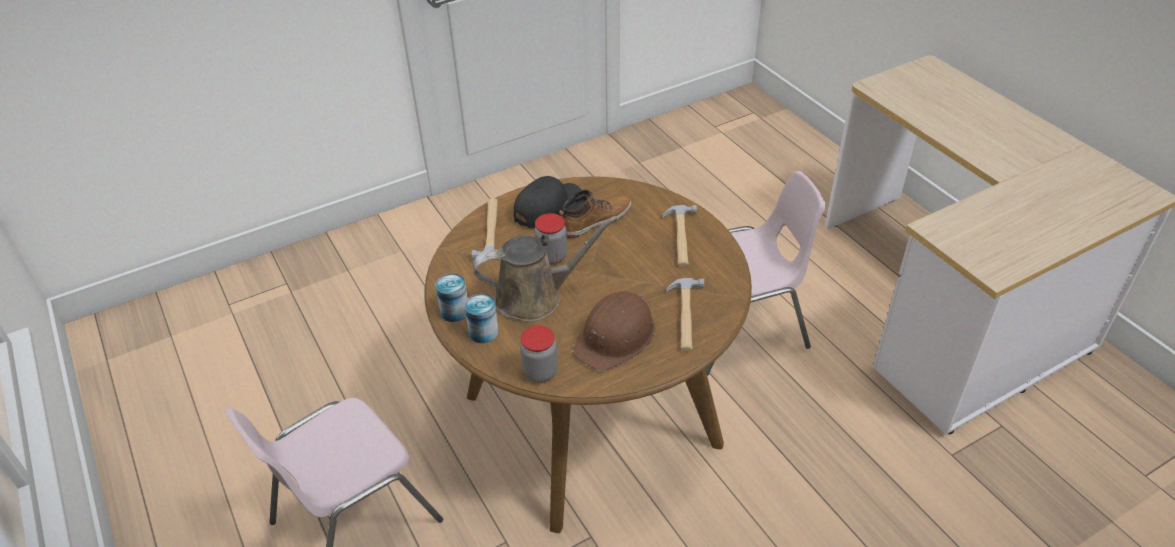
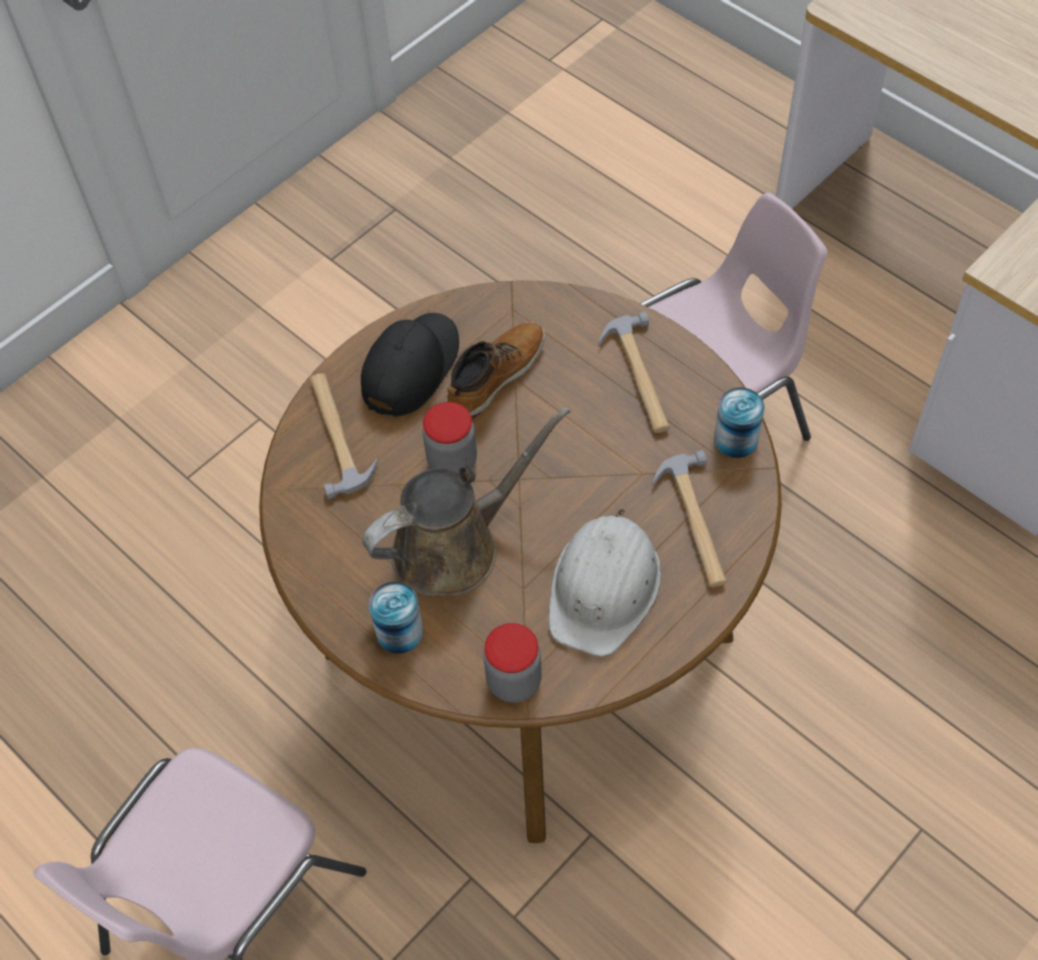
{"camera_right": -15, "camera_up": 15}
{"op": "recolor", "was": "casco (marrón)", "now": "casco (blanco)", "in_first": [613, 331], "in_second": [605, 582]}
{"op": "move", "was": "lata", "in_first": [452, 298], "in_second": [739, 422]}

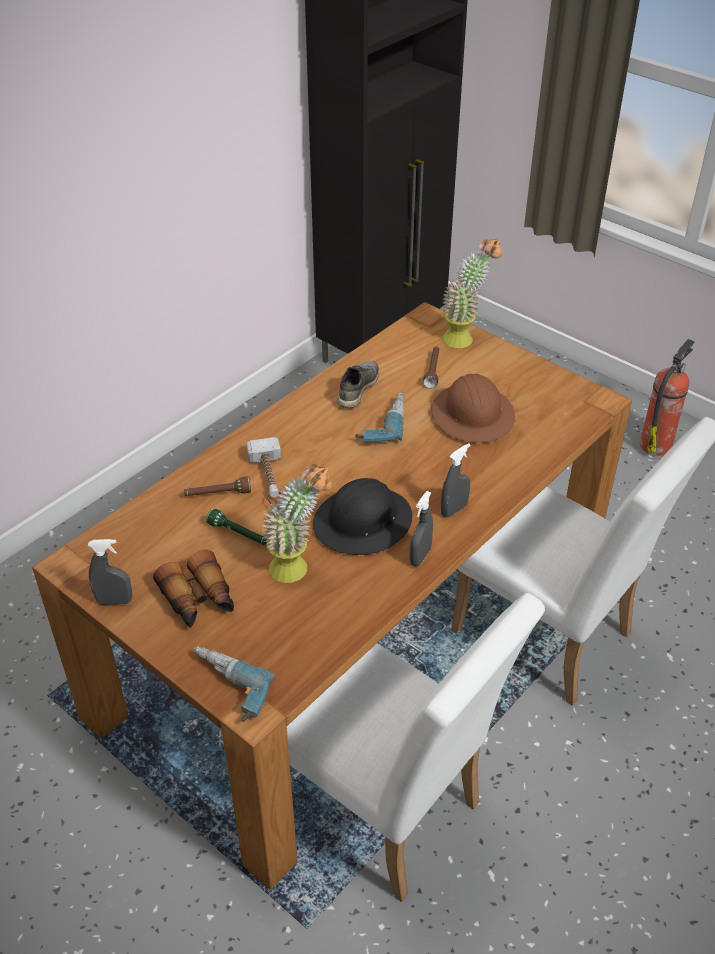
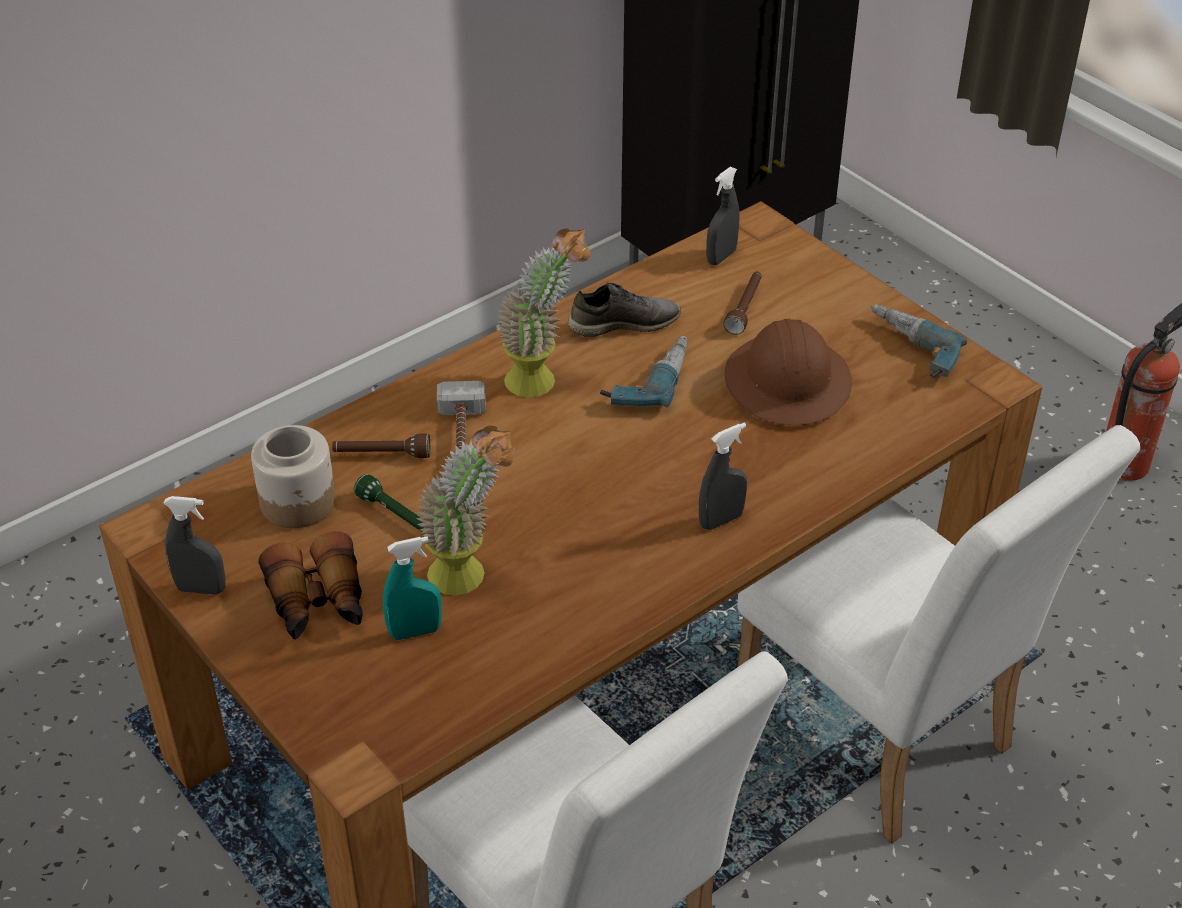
{"camera_right": 10, "camera_up": 0}
{"op": "insert", "now": "tarro", "in_second": [293, 476]}
{"op": "insert", "now": "pulverizador (turquesa)", "in_second": [412, 588]}
{"op": "move", "was": "planta en maceta", "in_first": [472, 293], "in_second": [543, 313]}
{"op": "rotate", "was": "zapato (gris)", "in_first": [358, 384], "in_second": [624, 309], "clockwise": 45}
{"op": "move", "was": "pulverizador (gris)", "in_first": [421, 528], "in_second": [723, 216]}
{"op": "move", "was": "taladro", "in_first": [234, 684], "in_second": [918, 341]}
{"op": "delete", "was": "casco (negro)", "in_first": [362, 516]}

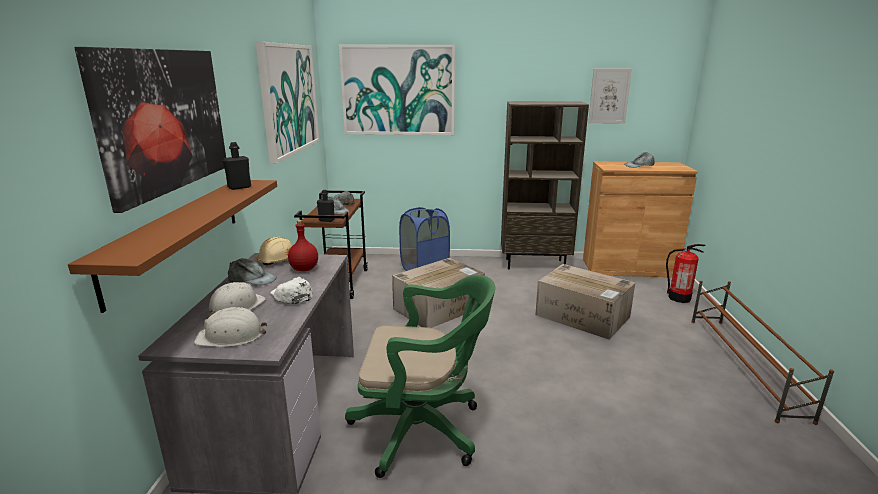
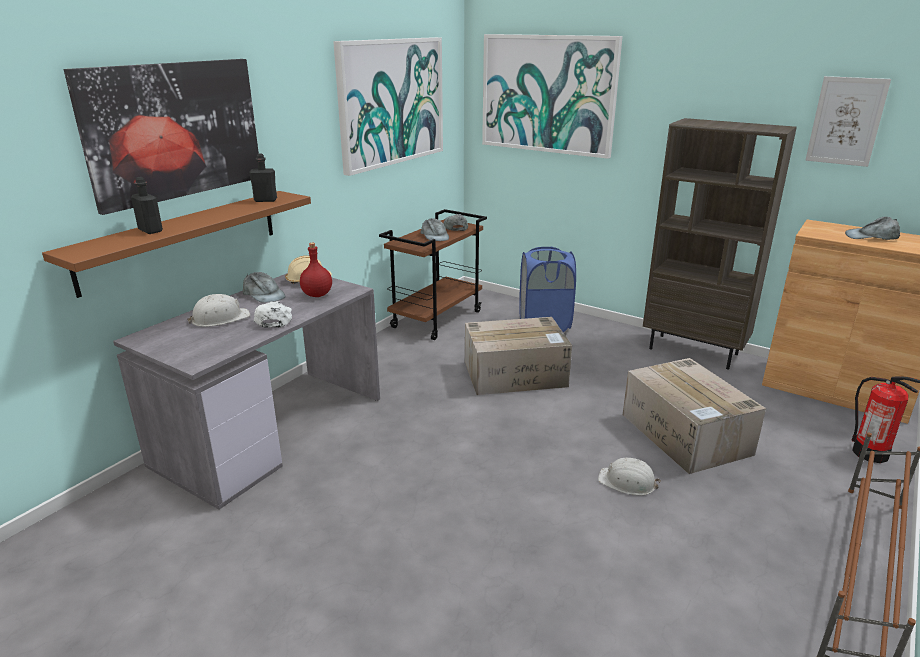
{"camera_right": 30, "camera_up": 5}
{"op": "move", "was": "botella (negro)", "in_first": [326, 206], "in_second": [147, 205]}
{"op": "move", "was": "casco (blanco)", "in_first": [230, 327], "in_second": [629, 477]}
{"op": "delete", "was": "silla de oficina (verde)", "in_first": [420, 376]}

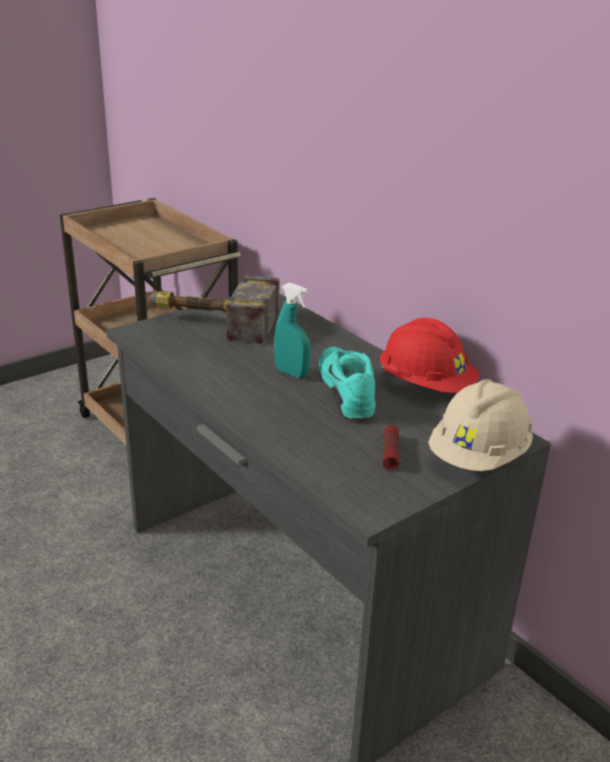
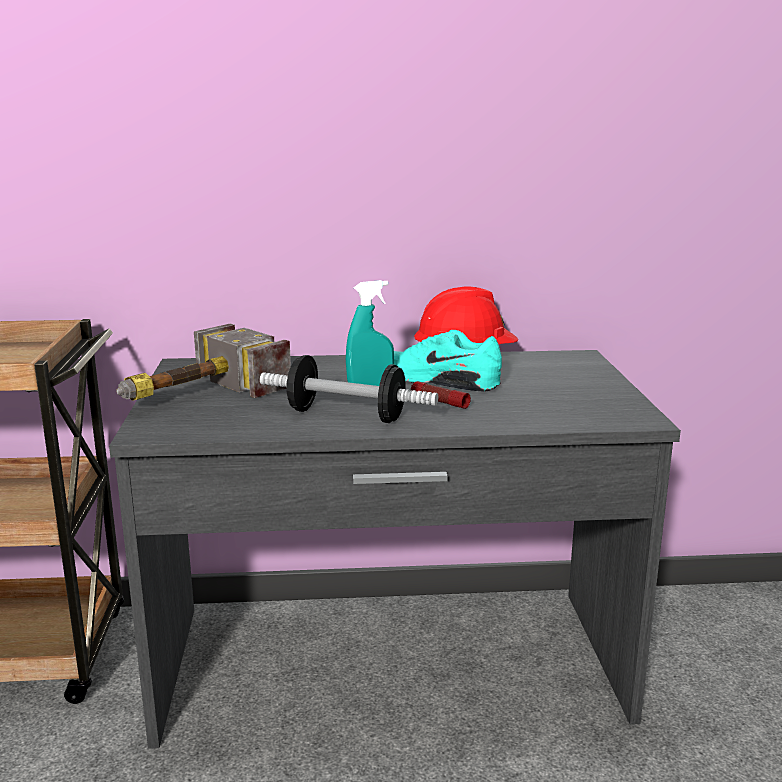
{"camera_right": -55, "camera_up": -10}
{"op": "insert", "now": "mancuerna", "in_second": [349, 389]}
{"op": "move", "was": "linterna", "in_first": [391, 447], "in_second": [441, 395]}
{"op": "delete", "was": "casco (beis)", "in_first": [480, 425]}

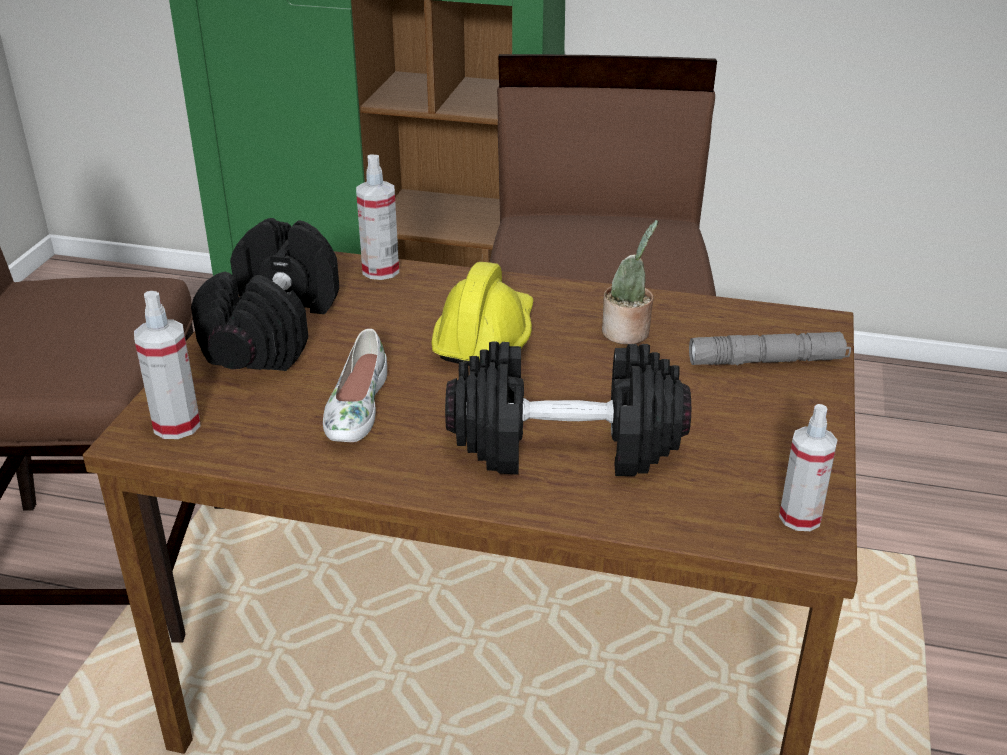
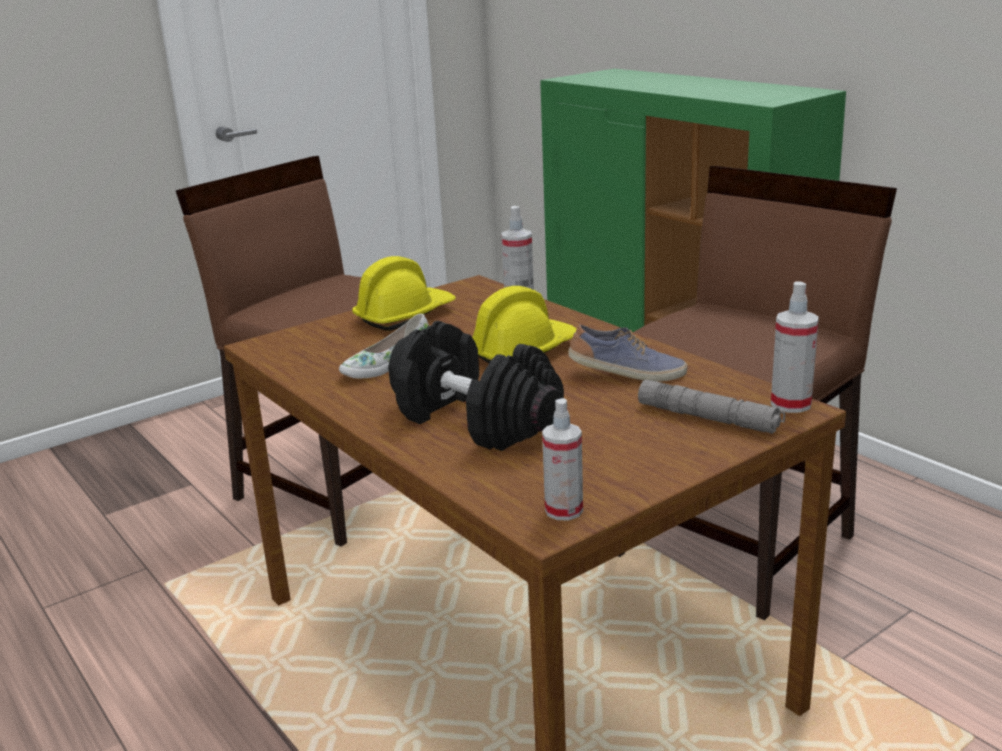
{"camera_right": 40, "camera_up": -10}
{"op": "replace", "was": "mancuerna (negro)", "now": "casco (amarillo)", "in_first": [265, 294], "in_second": [404, 293]}
{"op": "replace", "was": "planta en maceta", "now": "zapato", "in_first": [630, 282], "in_second": [627, 353]}
{"op": "move", "was": "pulverizador", "in_first": [167, 365], "in_second": [795, 347]}

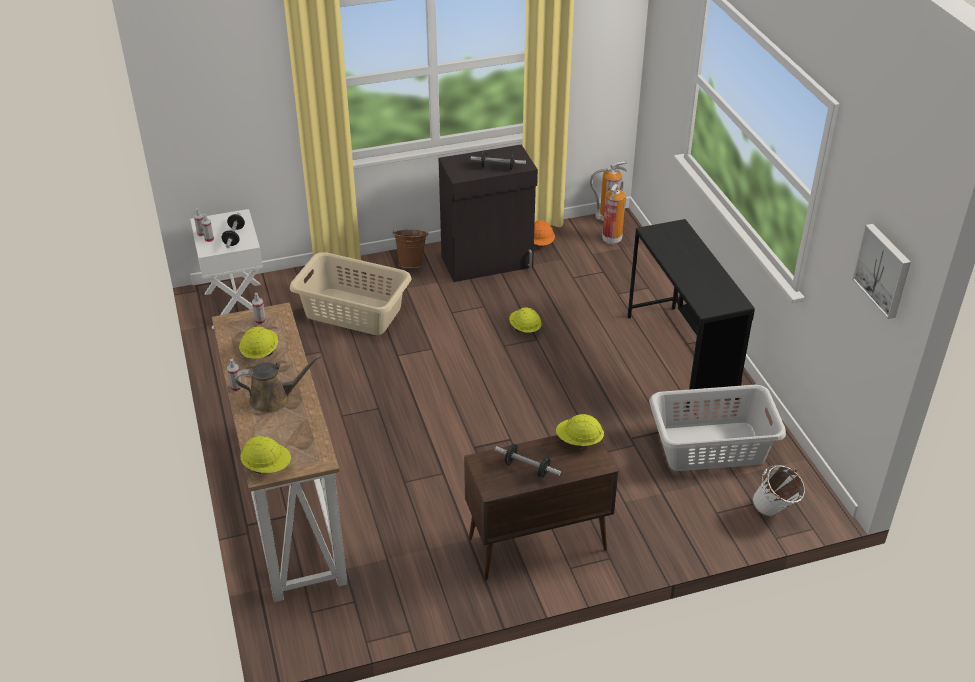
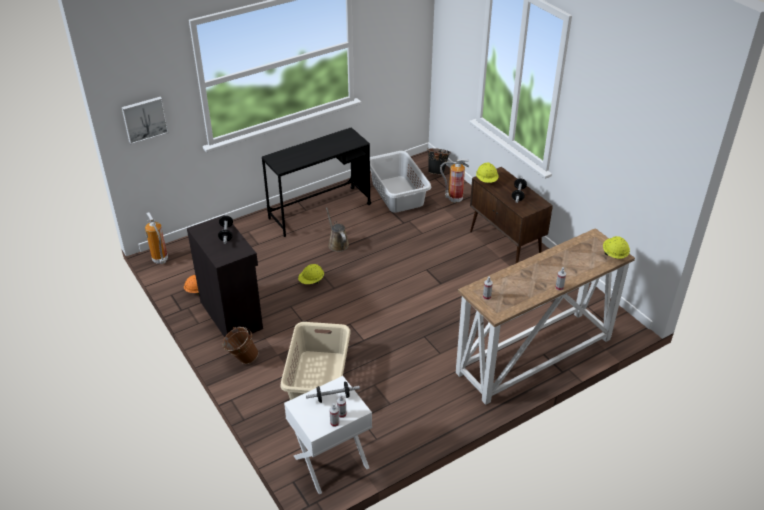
{"camera_right": -105, "camera_up": 0}
{"op": "move", "was": "cuadro", "in_first": [881, 271], "in_second": [145, 120]}
{"op": "move", "was": "regadera (marrón)", "in_first": [278, 384], "in_second": [337, 229]}
{"op": "recolor", "was": "cubo (blanco)", "now": "cubo (negro)", "in_first": [778, 491], "in_second": [439, 161]}
{"op": "move", "was": "extintor", "in_first": [614, 212], "in_second": [454, 181]}
{"op": "delete", "was": "casco (amarillo)", "in_first": [258, 343]}

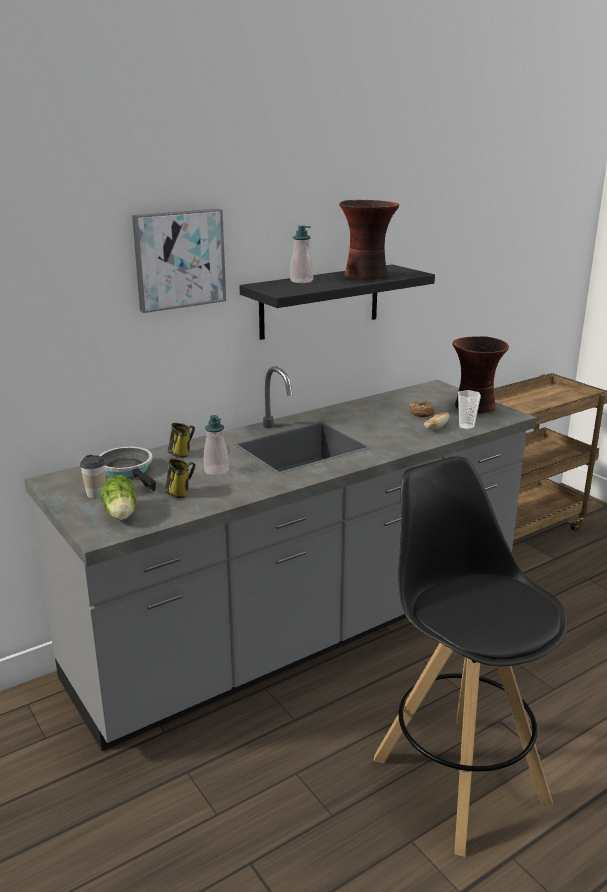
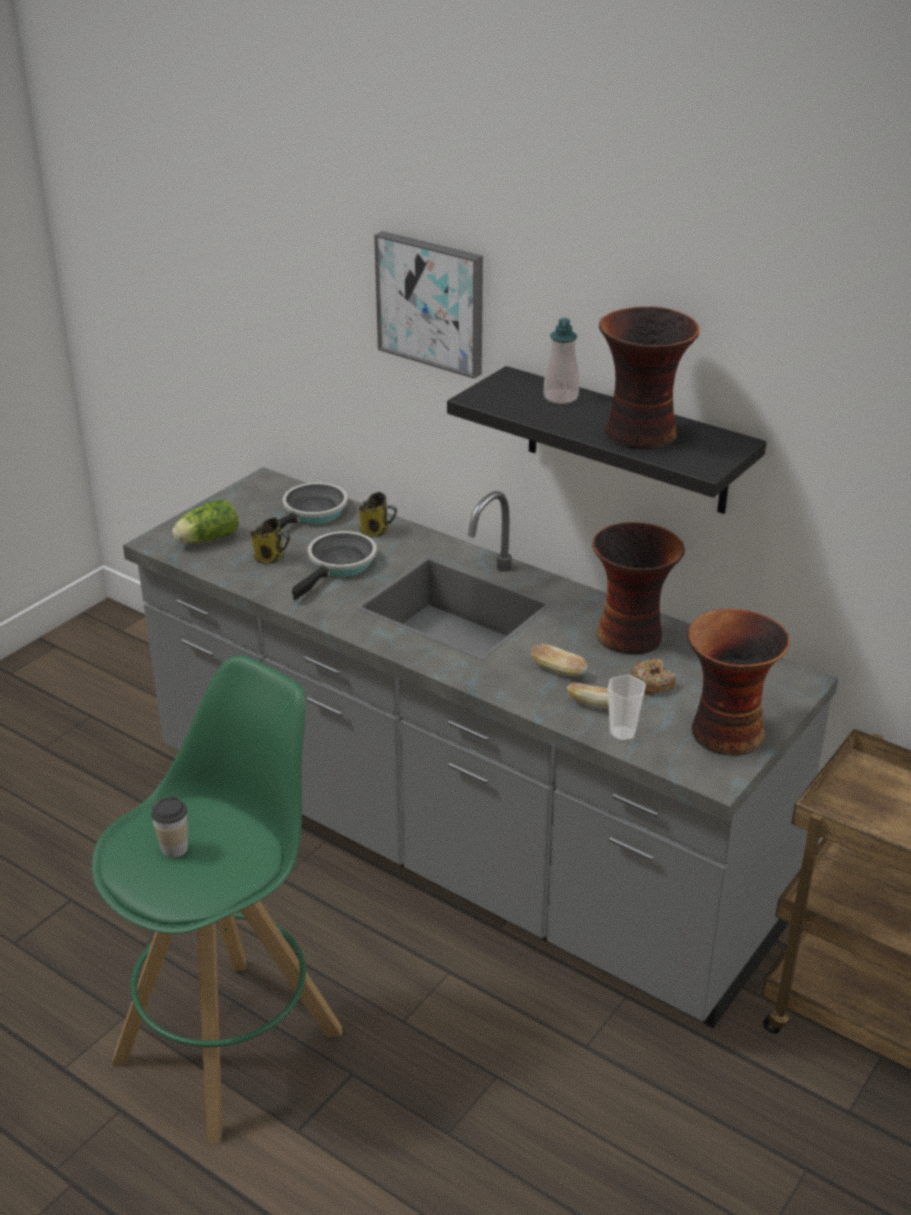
{"camera_right": 70, "camera_up": 10}
{"op": "recolor", "was": "taburete (negro)", "now": "taburete (verde)", "in_first": [470, 656], "in_second": [216, 900]}
{"op": "move", "was": "taza", "in_first": [93, 476], "in_second": [169, 827]}
{"op": "replace", "was": "dispensador de jabón", "now": "sartén", "in_first": [216, 445], "in_second": [334, 565]}
{"op": "insert", "now": "pan", "in_second": [559, 660]}
{"op": "insert", "now": "florero", "in_second": [638, 588]}

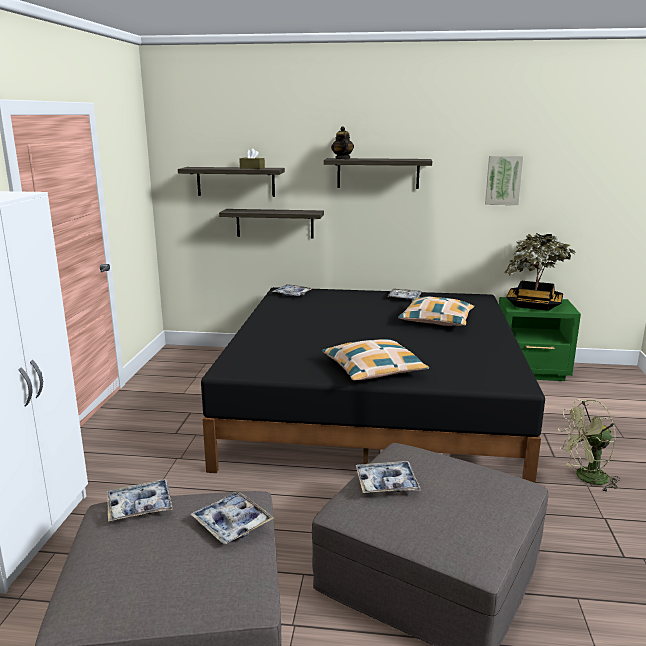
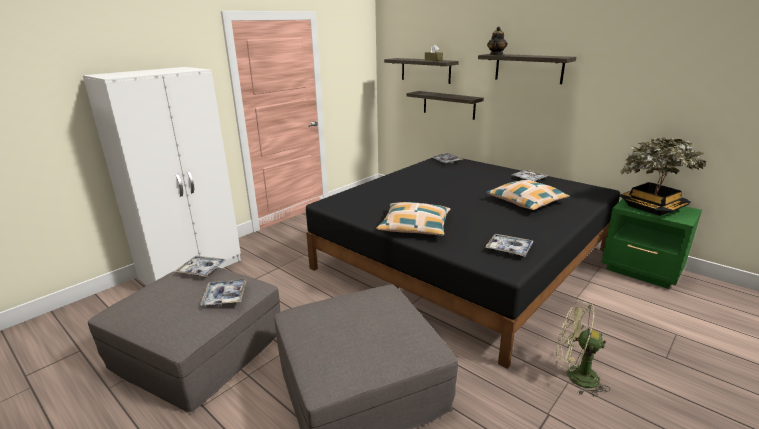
{"camera_right": 35, "camera_up": 5}
{"op": "move", "was": "bandeja", "in_first": [388, 477], "in_second": [509, 245]}
{"op": "delete", "was": "cuadro", "in_first": [504, 180]}

